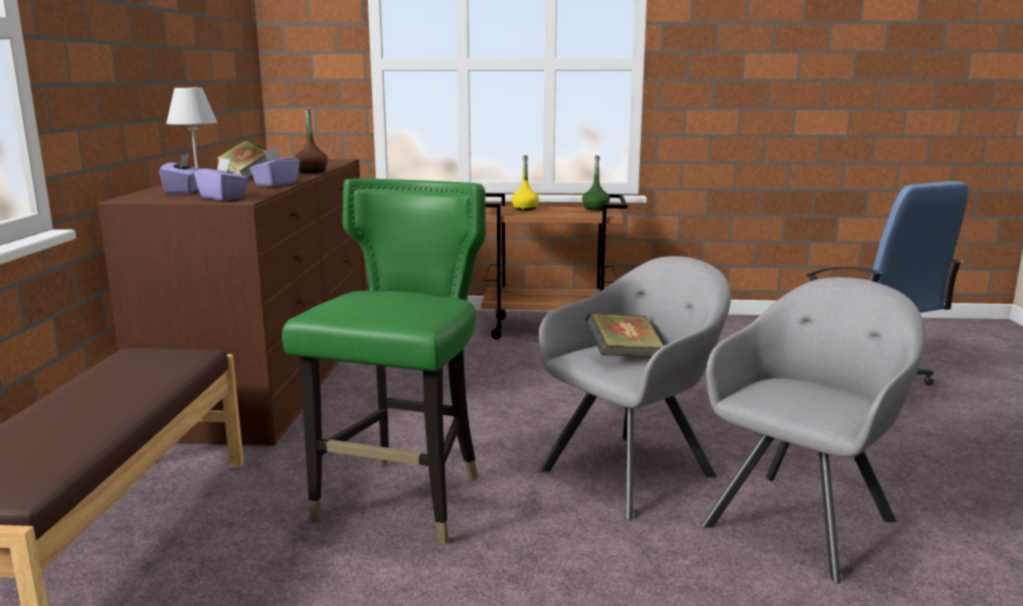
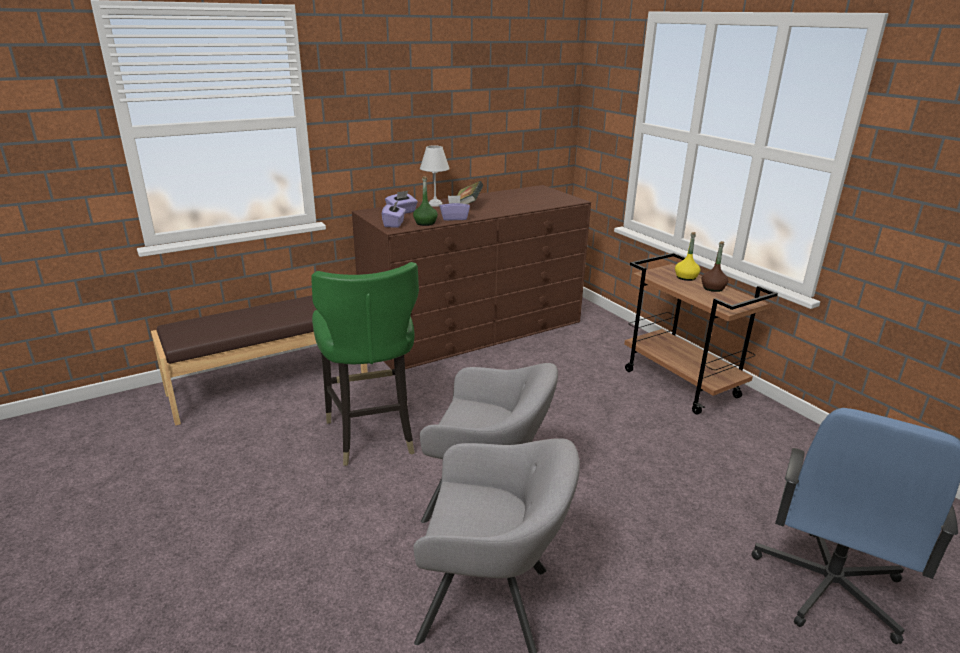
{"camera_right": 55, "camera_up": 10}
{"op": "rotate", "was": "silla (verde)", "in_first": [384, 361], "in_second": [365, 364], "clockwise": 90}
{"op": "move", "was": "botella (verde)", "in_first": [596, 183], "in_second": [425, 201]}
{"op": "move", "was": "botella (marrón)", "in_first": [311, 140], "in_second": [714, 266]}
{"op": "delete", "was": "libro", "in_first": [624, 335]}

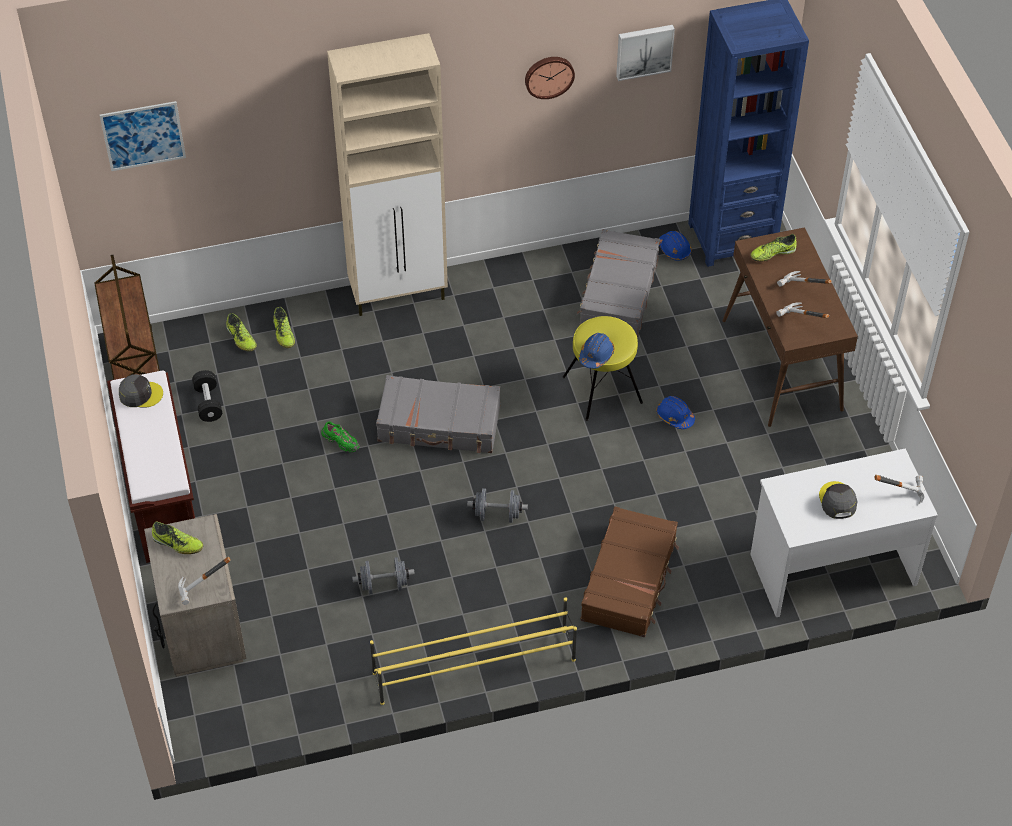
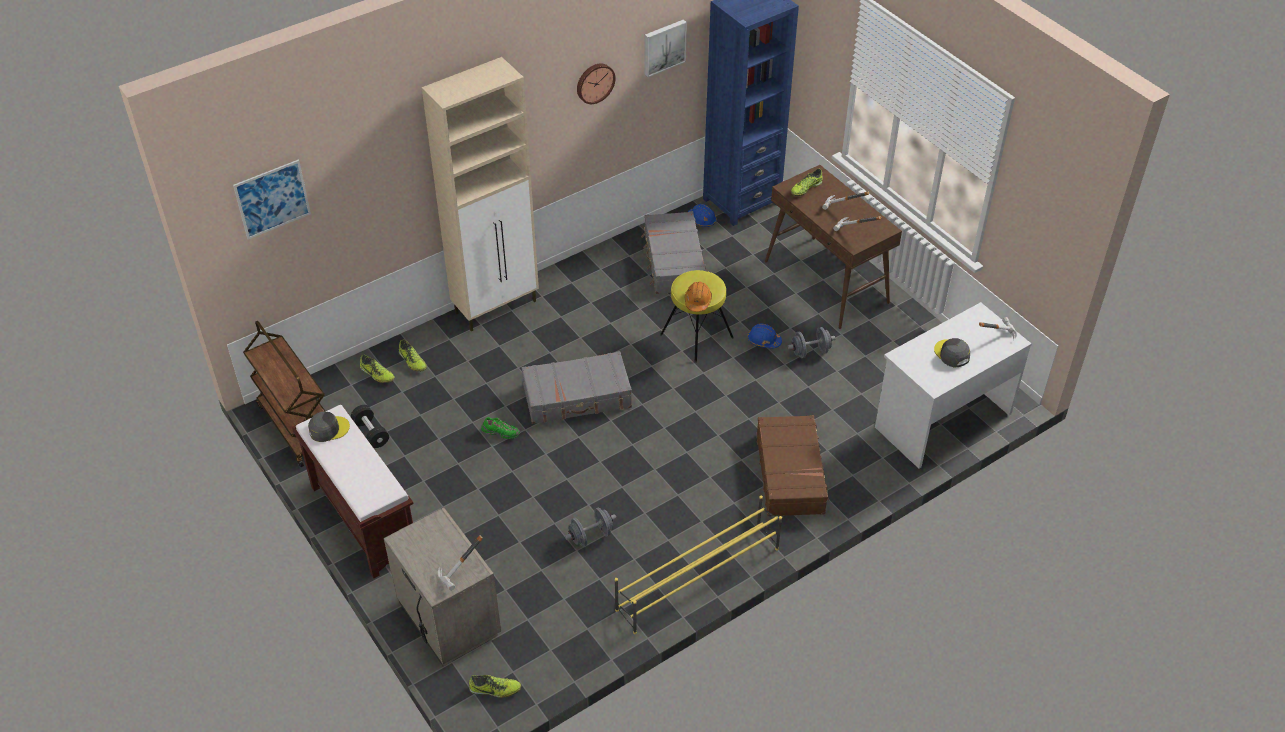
{"camera_right": -20, "camera_up": -5}
{"op": "move", "was": "zapato", "in_first": [178, 537], "in_second": [495, 686]}
{"op": "recolor", "was": "casco (azul)", "now": "casco (naranja)", "in_first": [596, 351], "in_second": [698, 296]}
{"op": "move", "was": "mancuerna (gris)", "in_first": [497, 505], "in_second": [811, 342]}

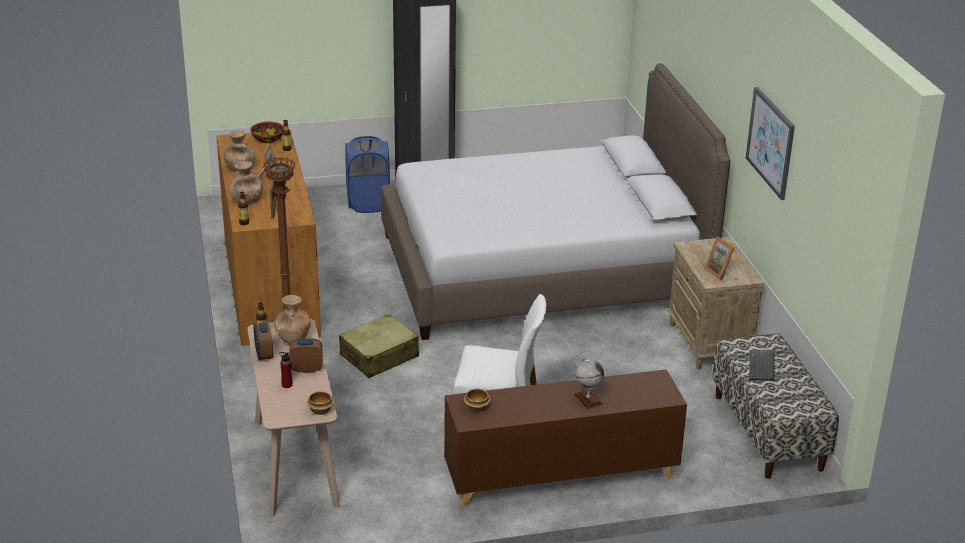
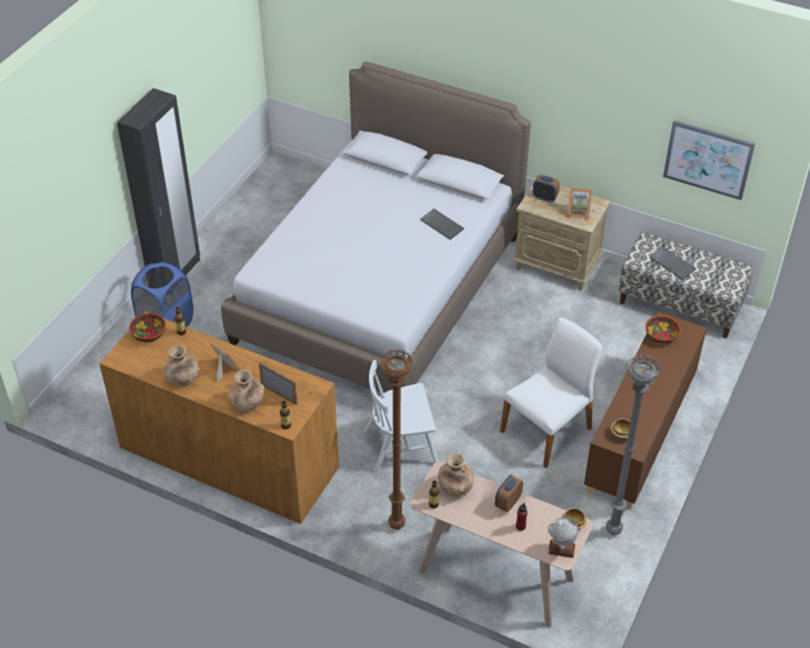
{"camera_right": -50, "camera_up": 15}
{"op": "replace", "was": "maleta (beis)", "now": "silla (blanco)", "in_first": [379, 346], "in_second": [401, 417]}
{"op": "insert", "now": "teclado", "in_second": [442, 224]}
{"op": "move", "was": "despertador", "in_first": [263, 341], "in_second": [546, 189]}
{"op": "move", "was": "globo terráqueo", "in_first": [589, 383], "in_second": [563, 537]}
{"op": "insert", "now": "lámpara de pie (gris)", "in_second": [633, 444]}
{"op": "insert", "now": "cuenco", "in_second": [662, 330]}
{"op": "move", "was": "cuadro", "in_first": [770, 143], "in_second": [709, 160]}

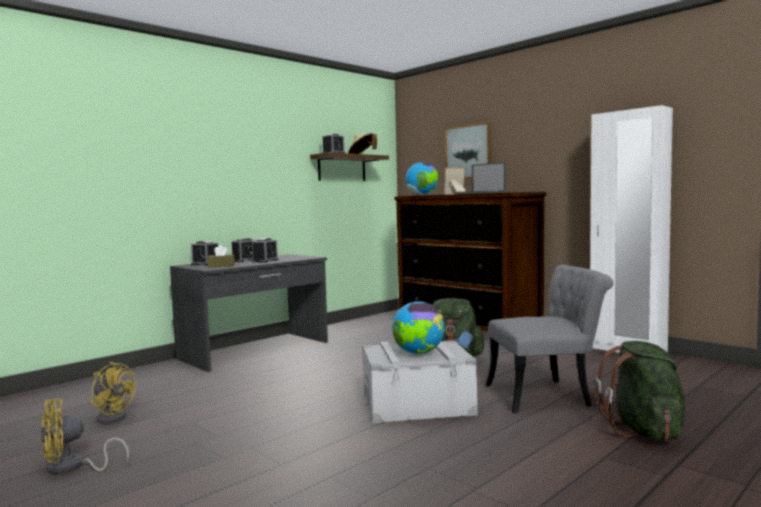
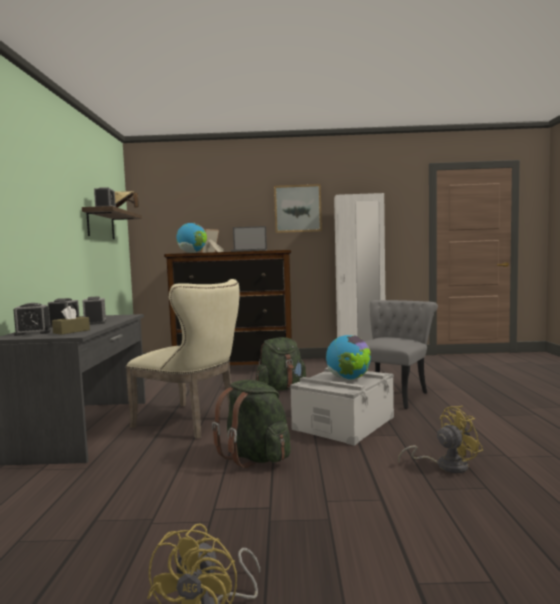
{"camera_right": -45, "camera_up": 0}
{"op": "insert", "now": "silla (beis)", "in_second": [183, 359]}
{"op": "move", "was": "mochila (verde)", "in_first": [641, 390], "in_second": [251, 424]}
{"op": "move", "was": "cuadro", "in_first": [468, 150], "in_second": [298, 208]}
{"op": "move", "was": "ventilador (amarillo)", "in_first": [113, 393], "in_second": [440, 439]}

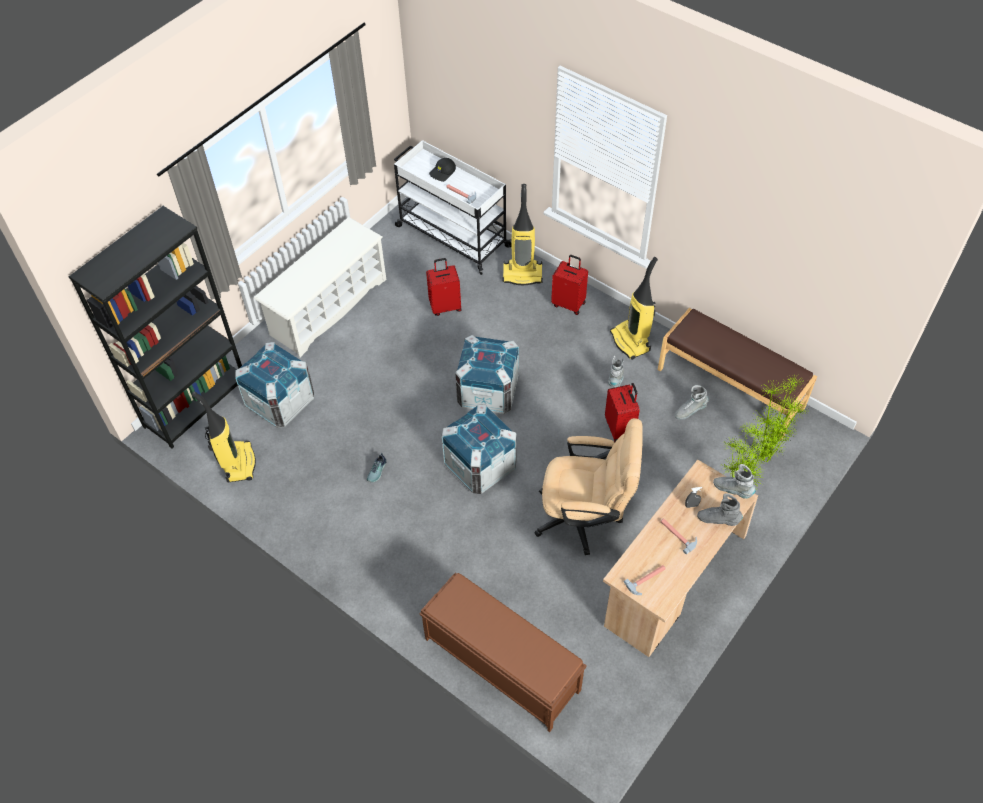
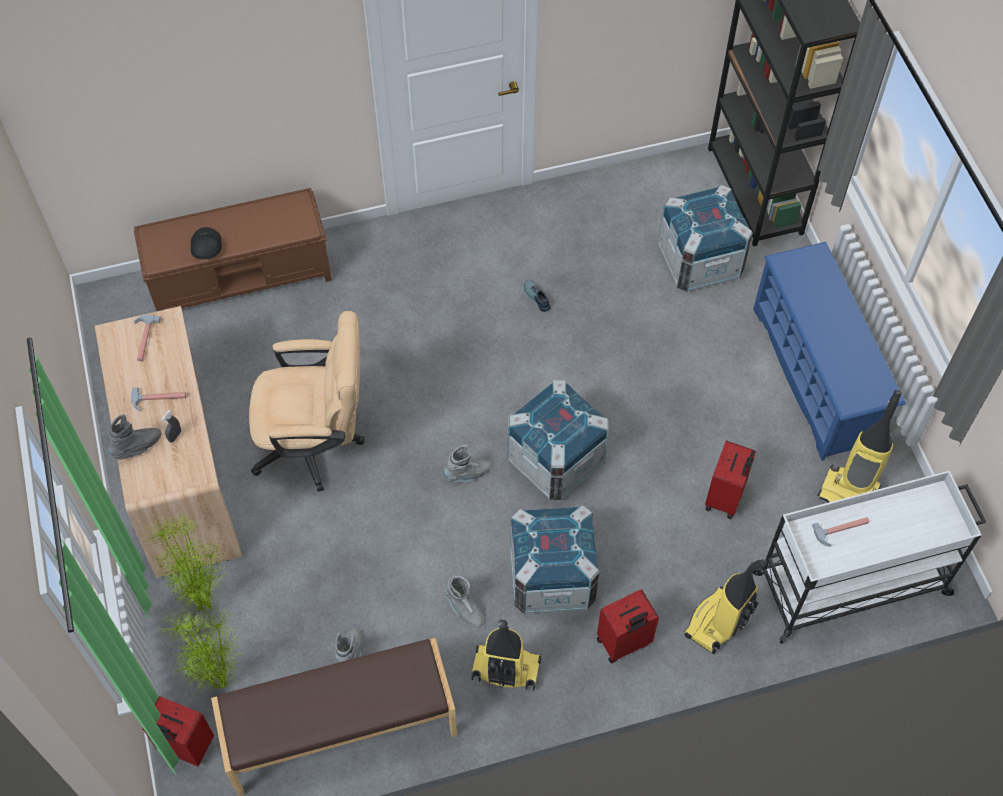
{"camera_right": 125, "camera_up": 5}
{"op": "move", "was": "maleta (rojo)", "in_first": [622, 412], "in_second": [178, 731]}
{"op": "move", "was": "gorra (negro)", "in_first": [442, 170], "in_second": [206, 243]}
{"op": "rotate", "was": "silla de oficina (beis)", "in_first": [588, 486], "in_second": [306, 401], "clockwise": -135}
{"op": "move", "was": "bota (gris)", "in_first": [734, 481], "in_second": [467, 464]}
{"op": "move", "was": "caja de embalaje", "in_first": [479, 449], "in_second": [555, 559]}
{"op": "recolor", "was": "zapatero (blanco)", "now": "zapatero (azul)", "in_first": [320, 287], "in_second": [829, 351]}
{"op": "move", "was": "aspiradora", "in_first": [224, 437], "in_second": [859, 446]}

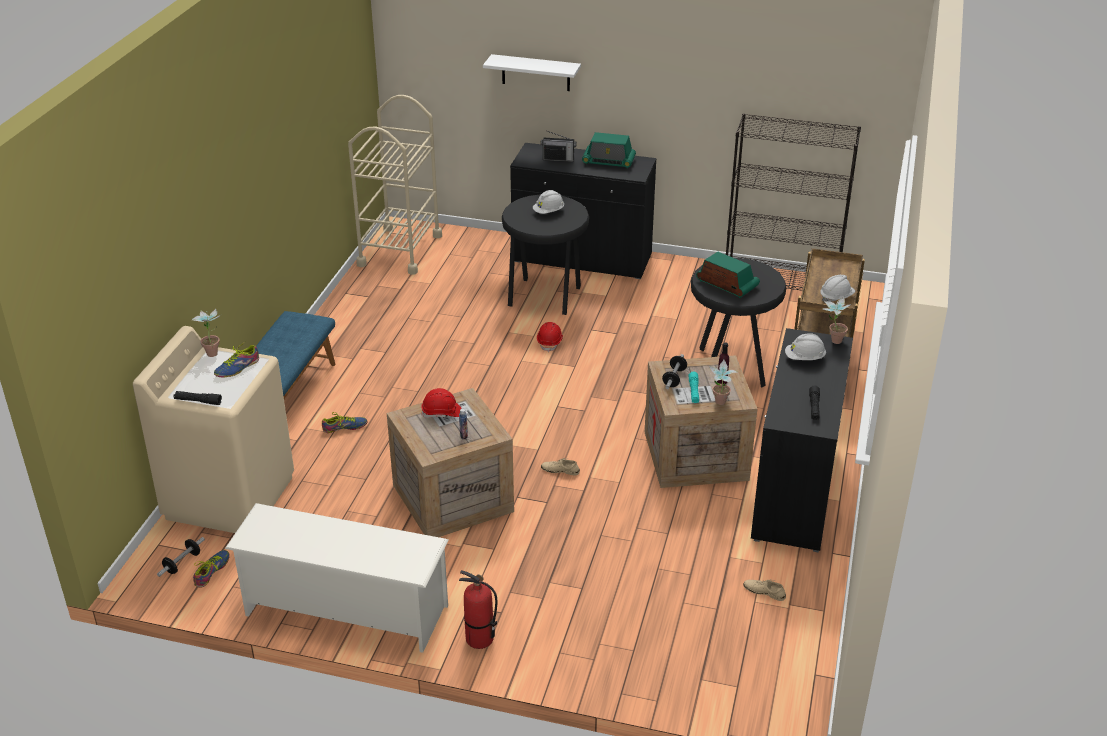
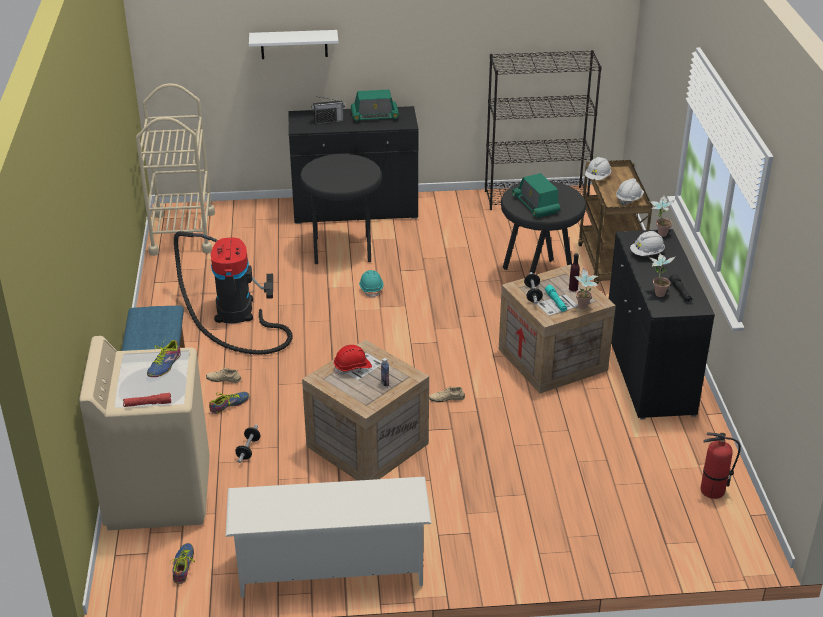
{"camera_right": -20, "camera_up": 0}
{"op": "recolor", "was": "linterna (negro)", "now": "linterna (rojo)", "in_first": [197, 398], "in_second": [147, 400]}
{"op": "insert", "now": "aspiradora", "in_second": [233, 293]}
{"op": "move", "was": "zapato (beis)", "in_first": [764, 590], "in_second": [223, 375]}
{"op": "move", "was": "mancuerna", "in_first": [181, 557], "in_second": [247, 443]}
{"op": "recolor", "was": "casco (rojo)", "now": "casco (turquesa)", "in_first": [550, 337], "in_second": [371, 284]}
{"op": "rotate", "was": "radio", "in_first": [728, 275], "in_second": [536, 195], "clockwise": -135}
{"op": "move", "was": "casco (blanco)", "in_first": [548, 202], "in_second": [598, 168]}
{"op": "move", "was": "planta en maceta", "in_first": [206, 333], "in_second": [662, 275]}
{"op": "move", "was": "extintor", "in_first": [478, 609], "in_second": [721, 465]}

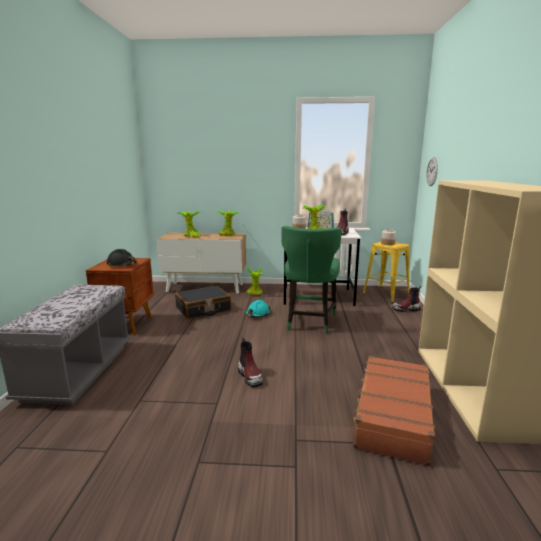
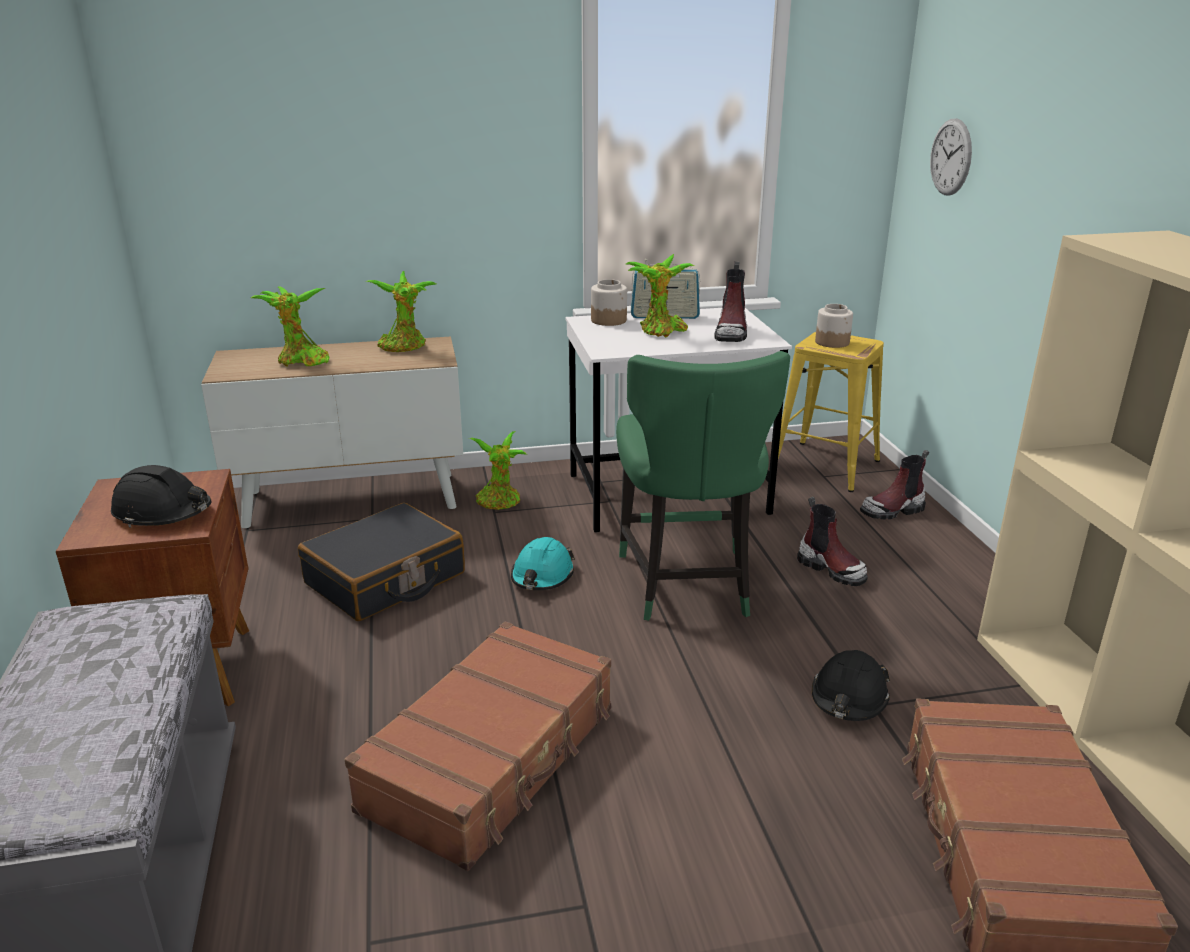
{"camera_right": -15, "camera_up": 10}
{"op": "insert", "now": "maleta (marrón)", "in_second": [478, 746]}
{"op": "move", "was": "bota", "in_first": [250, 362], "in_second": [832, 541]}
{"op": "insert", "now": "casco (negro)", "in_second": [851, 685]}

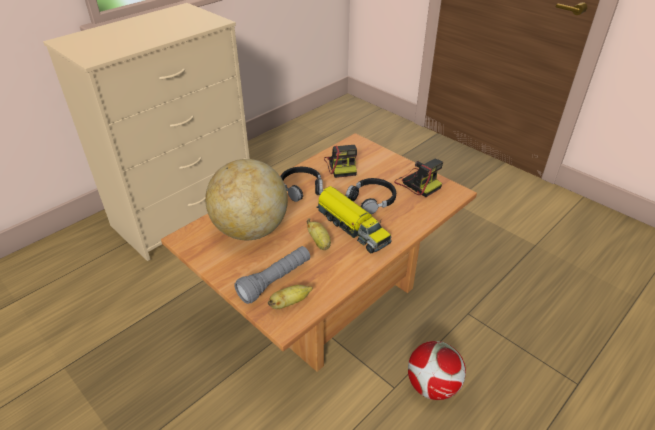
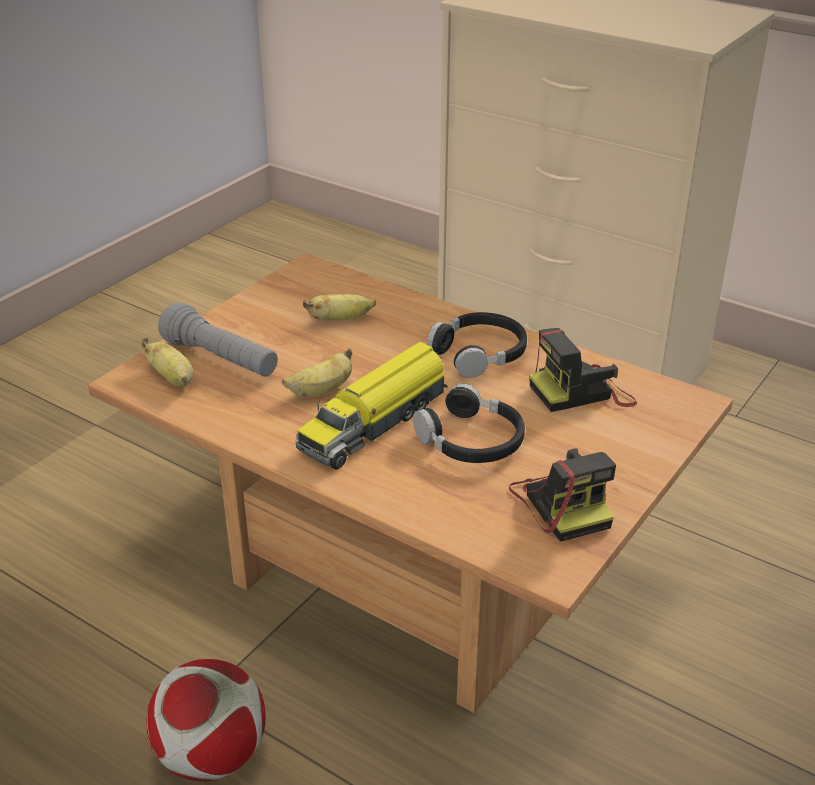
{"camera_right": 80, "camera_up": -5}
{"op": "replace", "was": "globo terráqueo", "now": "plátano", "in_first": [246, 199], "in_second": [339, 307]}
{"op": "rotate", "was": "cámara", "in_first": [418, 178], "in_second": [562, 495], "clockwise": -60}

